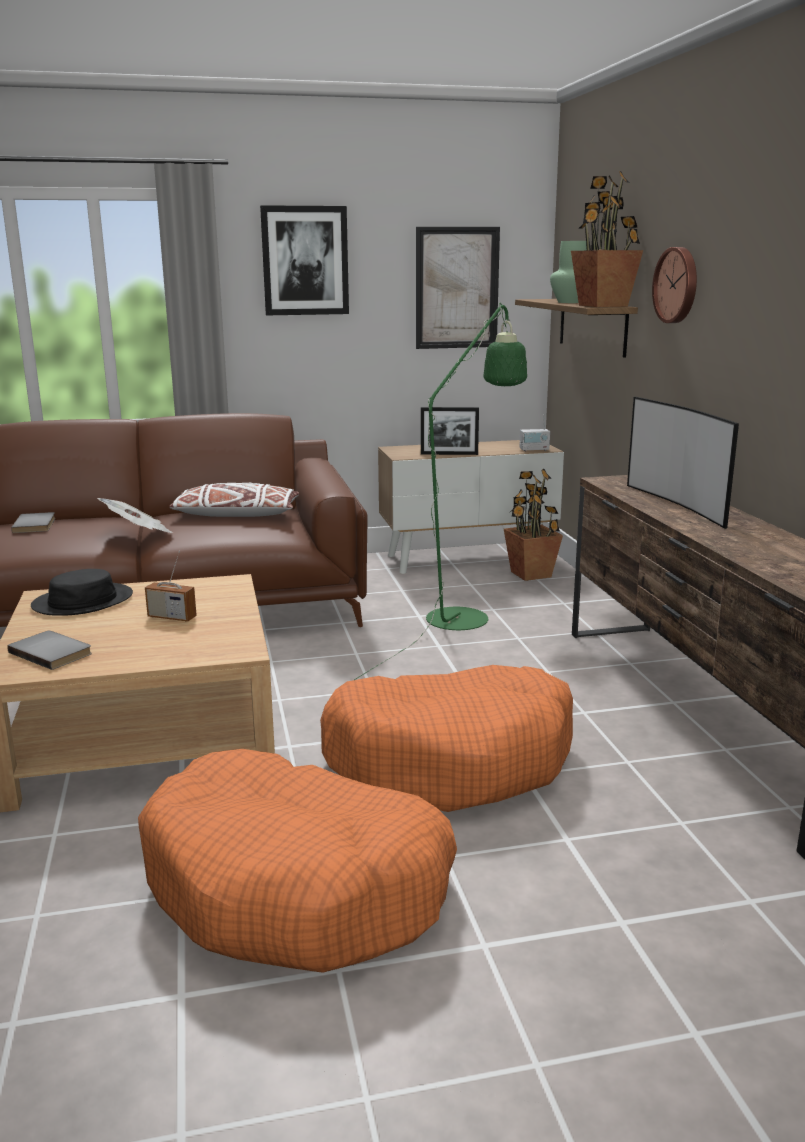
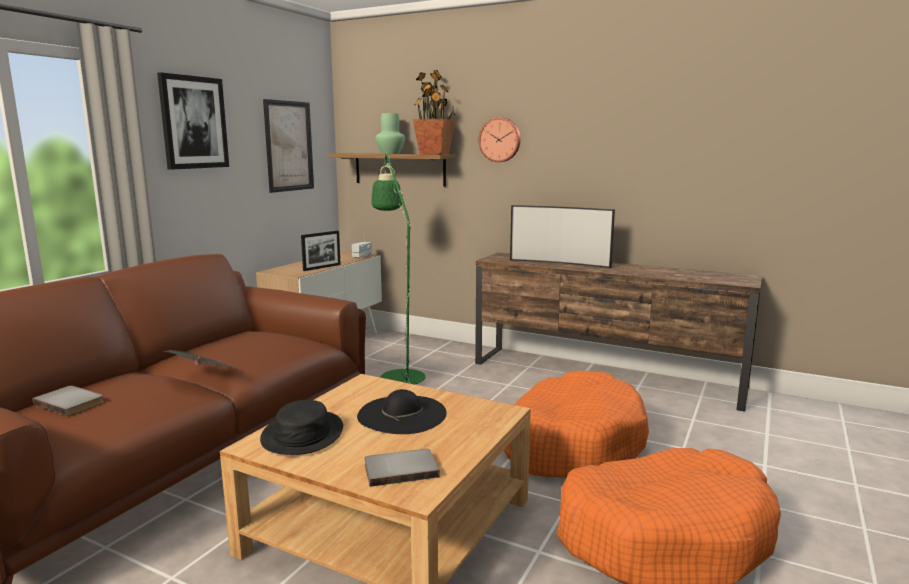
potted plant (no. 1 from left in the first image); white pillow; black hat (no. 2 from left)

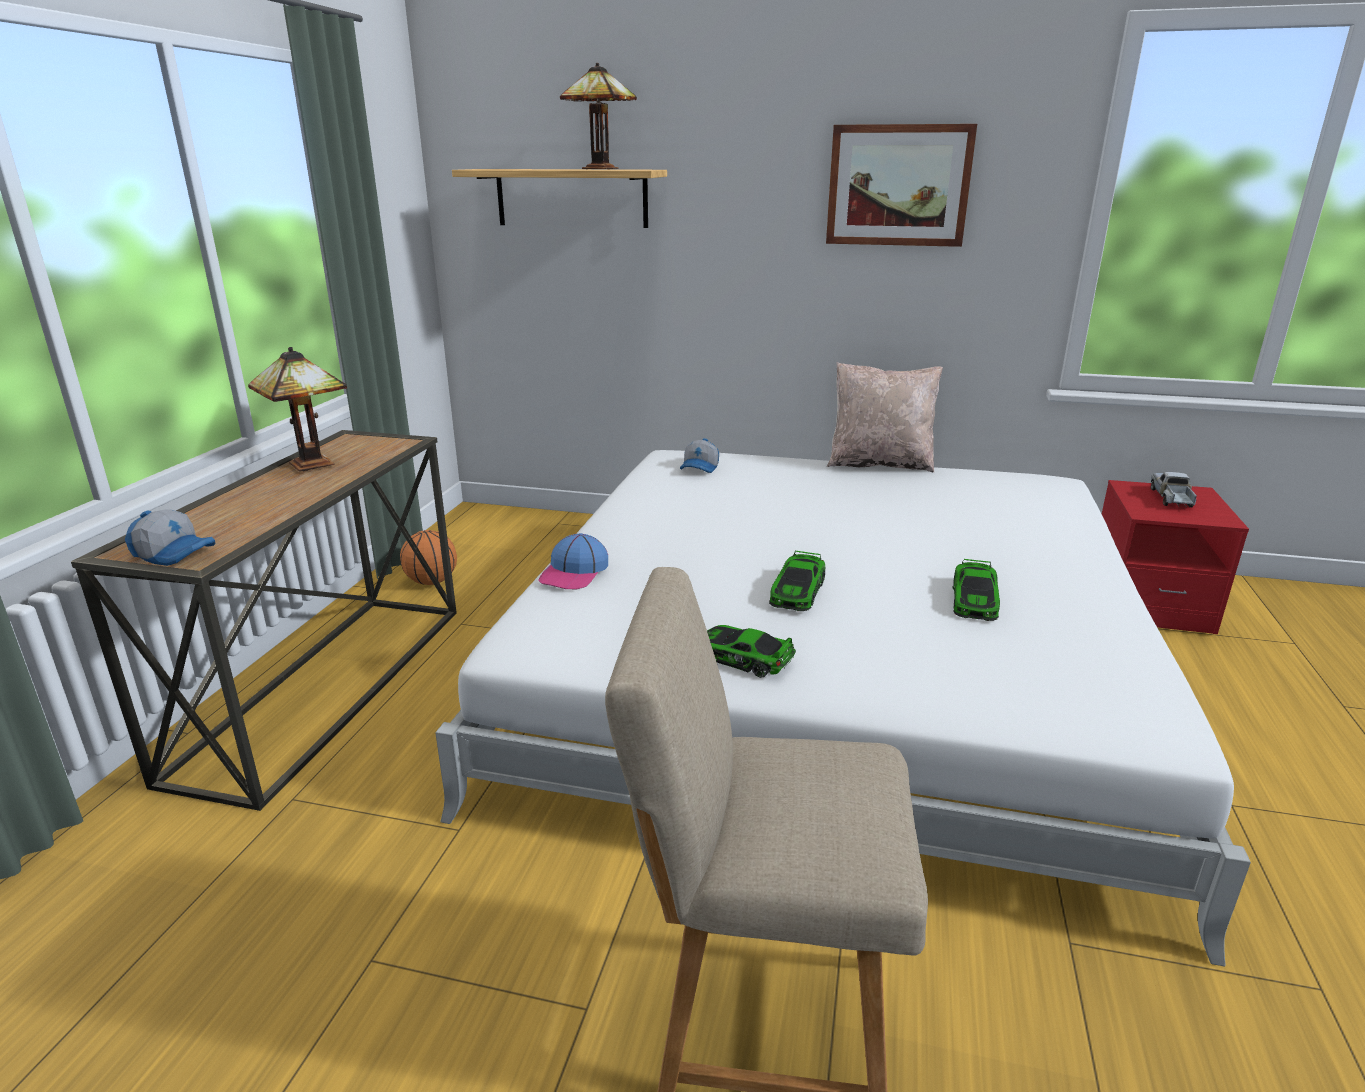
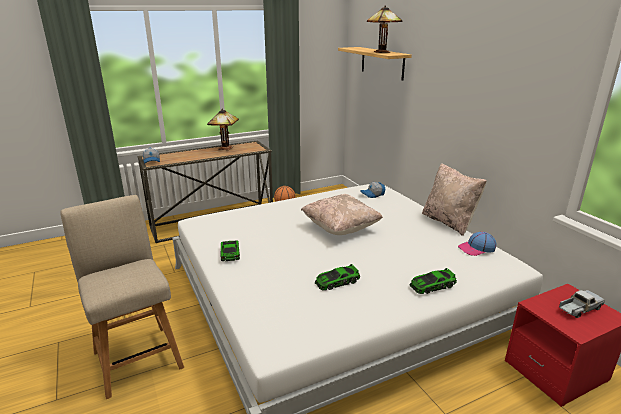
picture; cap (no. 3 from left); toy car (no. 3 from left); beige pillow (no. 1 from left)

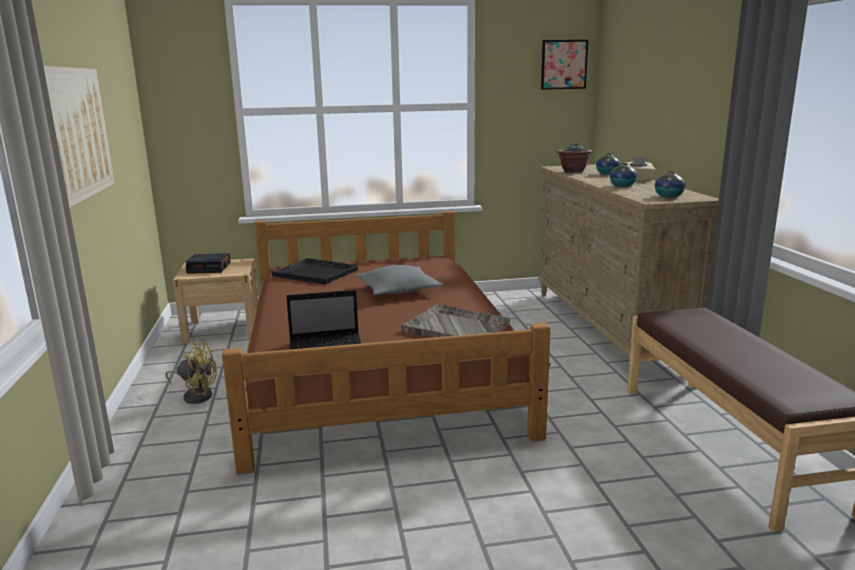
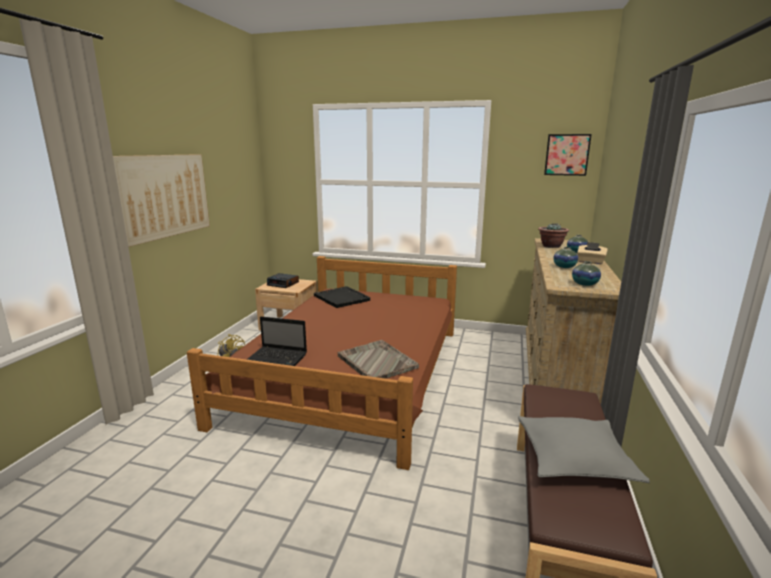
grey pillow

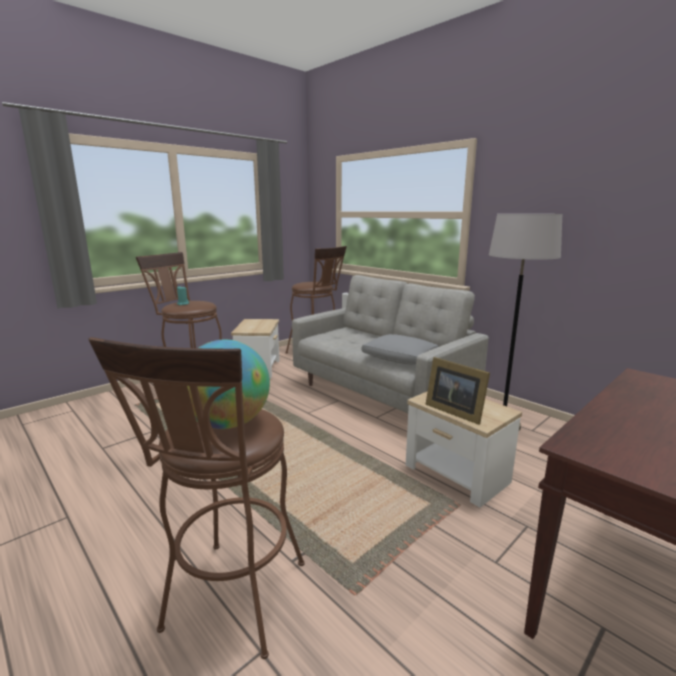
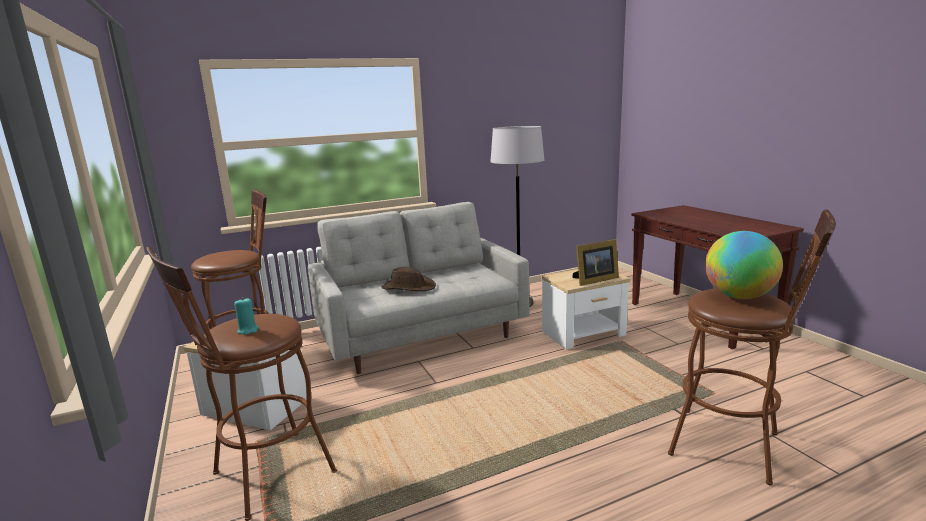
grey pillow; brown hat

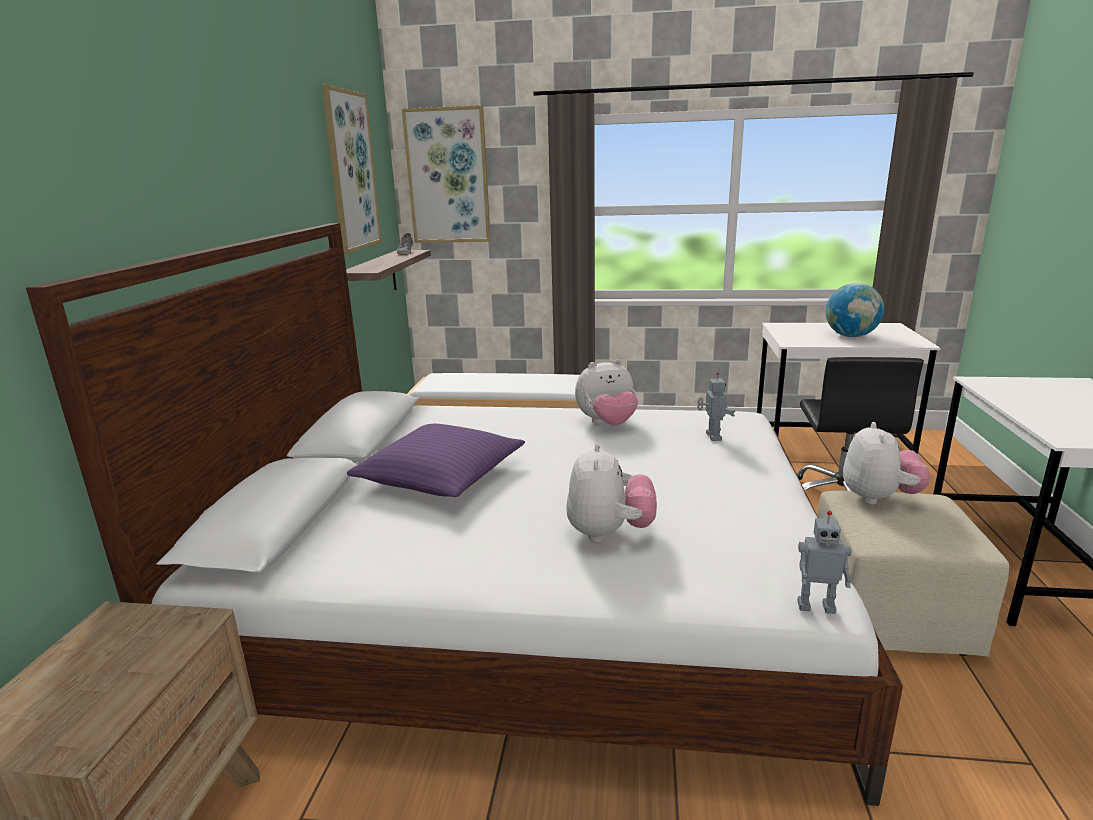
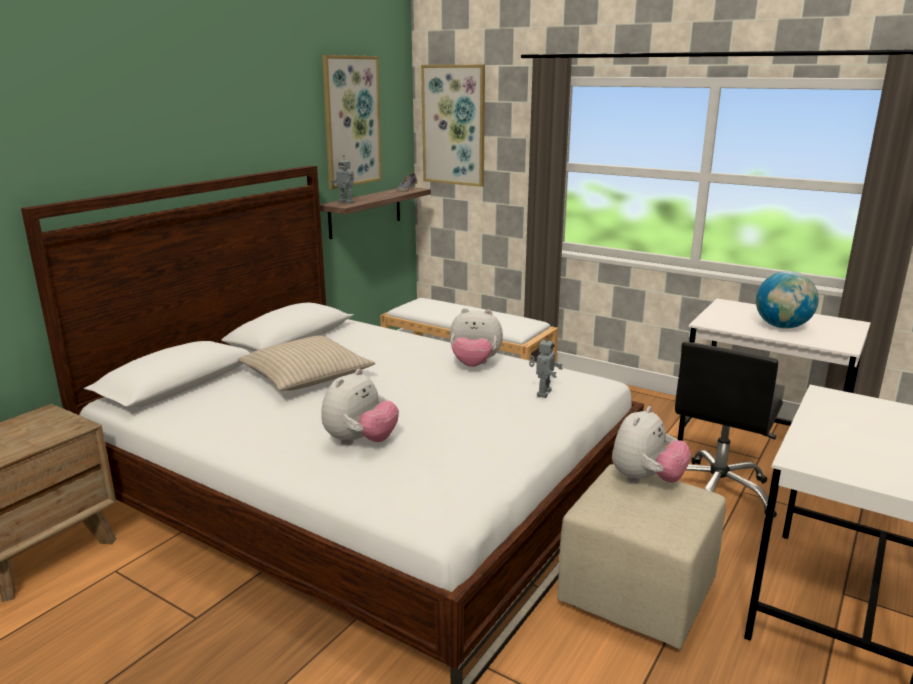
beige pillow; toy robot (no. 1 from left)

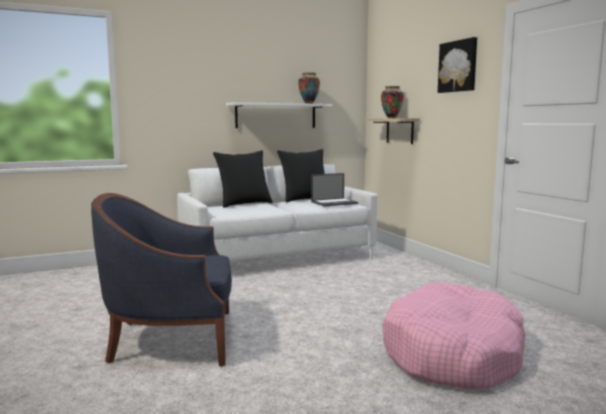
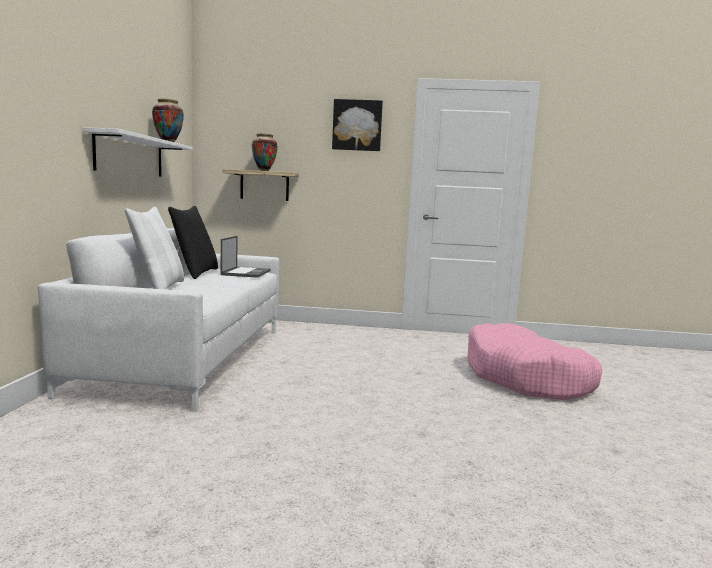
white pillow; blue armchair

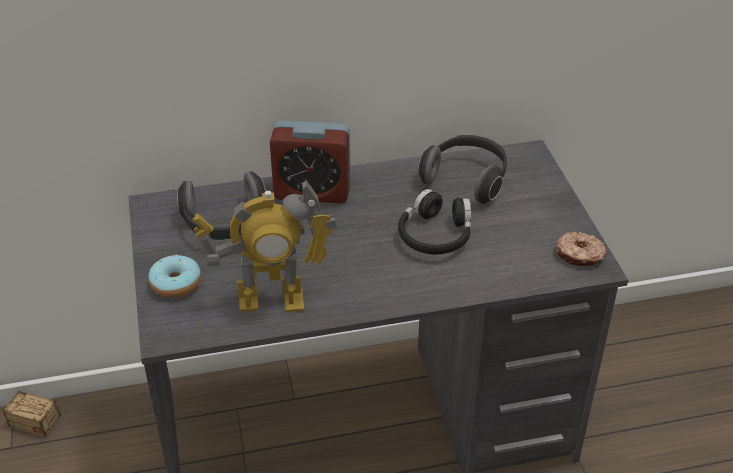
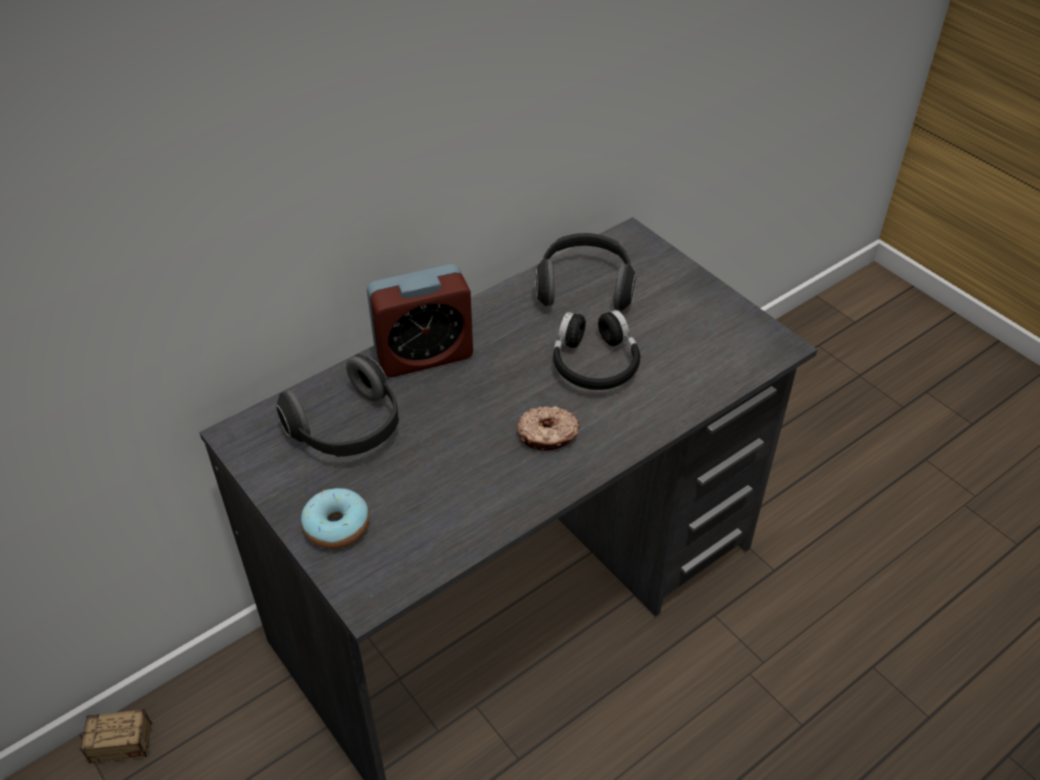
toy robot; donut (no. 2 from left)

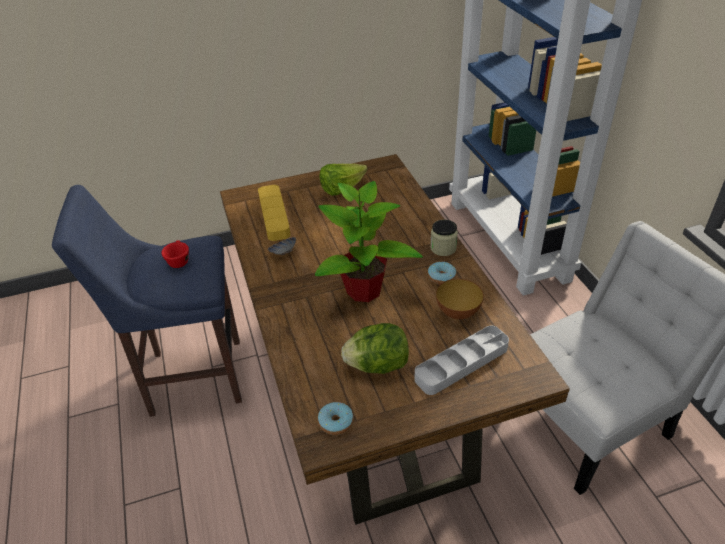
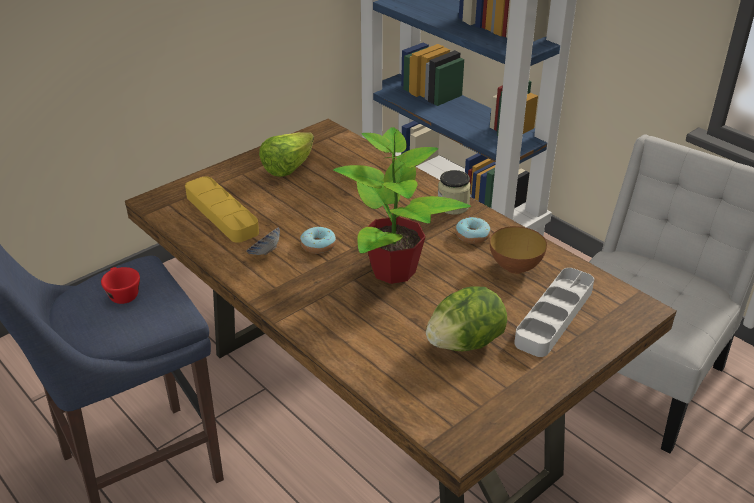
donut (no. 1 from left)

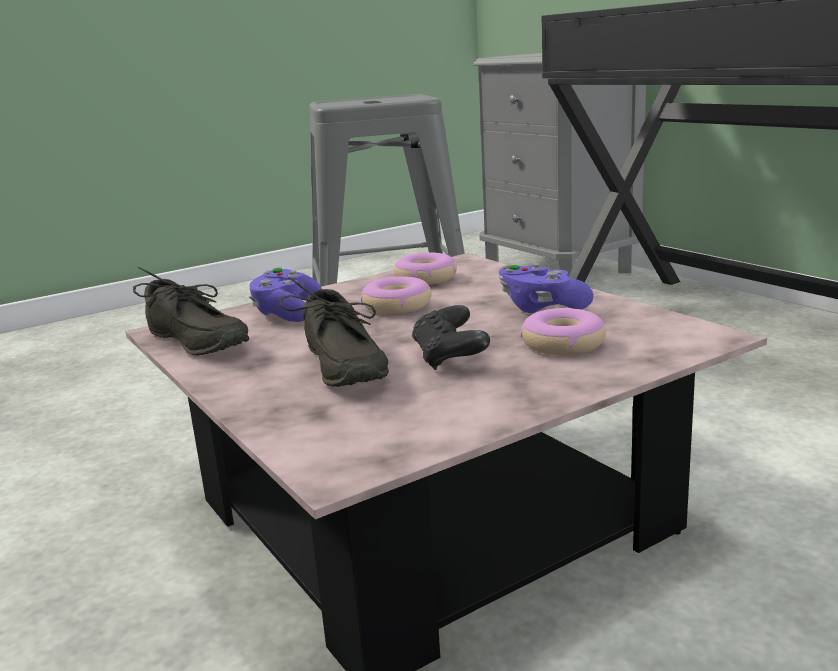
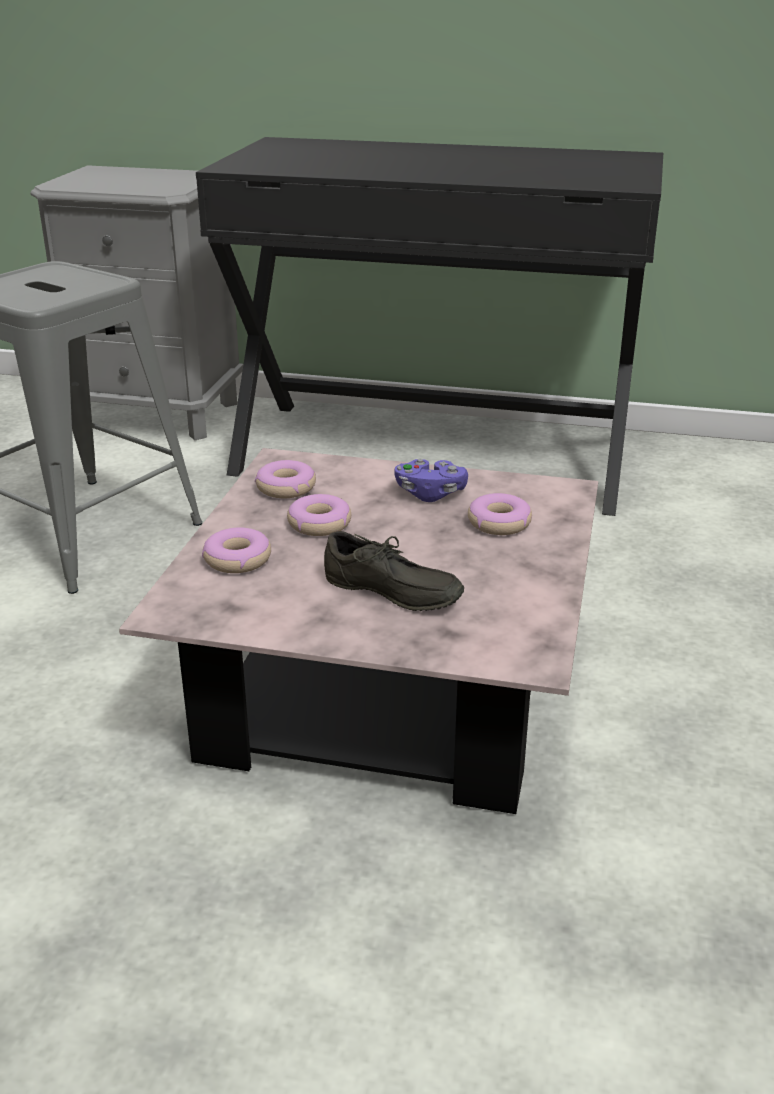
grey shoe (no. 1 from left in the first image); donut (no. 1 from left); black game controller

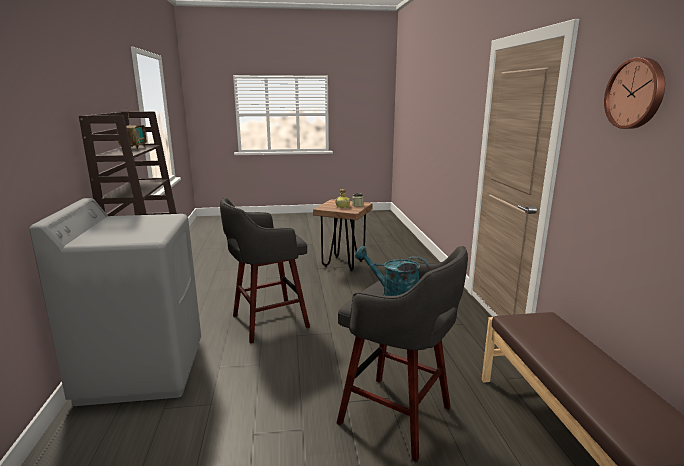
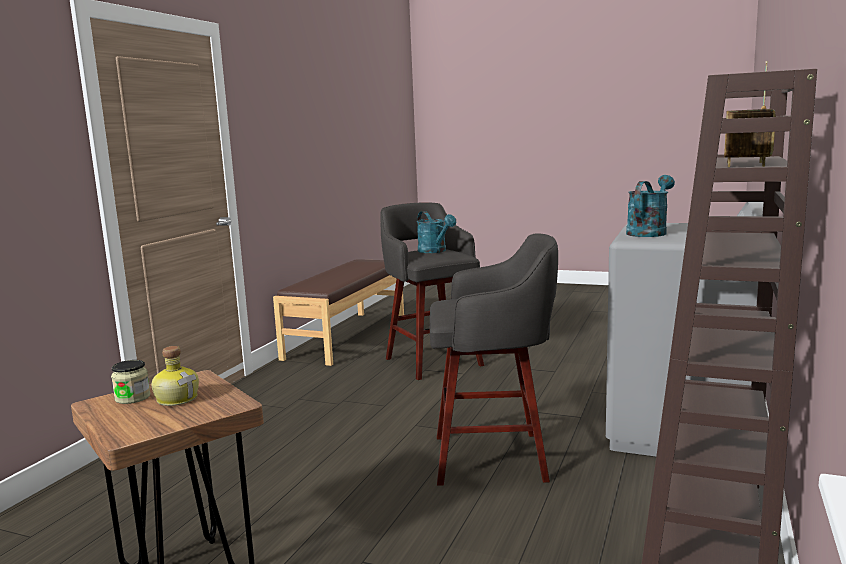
wall clock; turquoise watering can (no. 2 from left)

